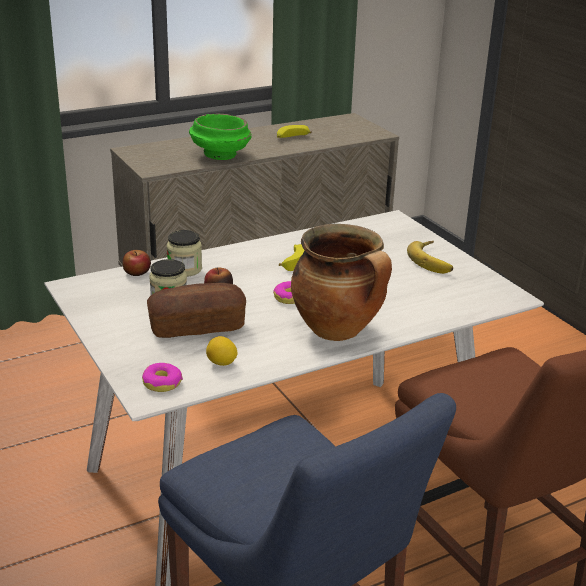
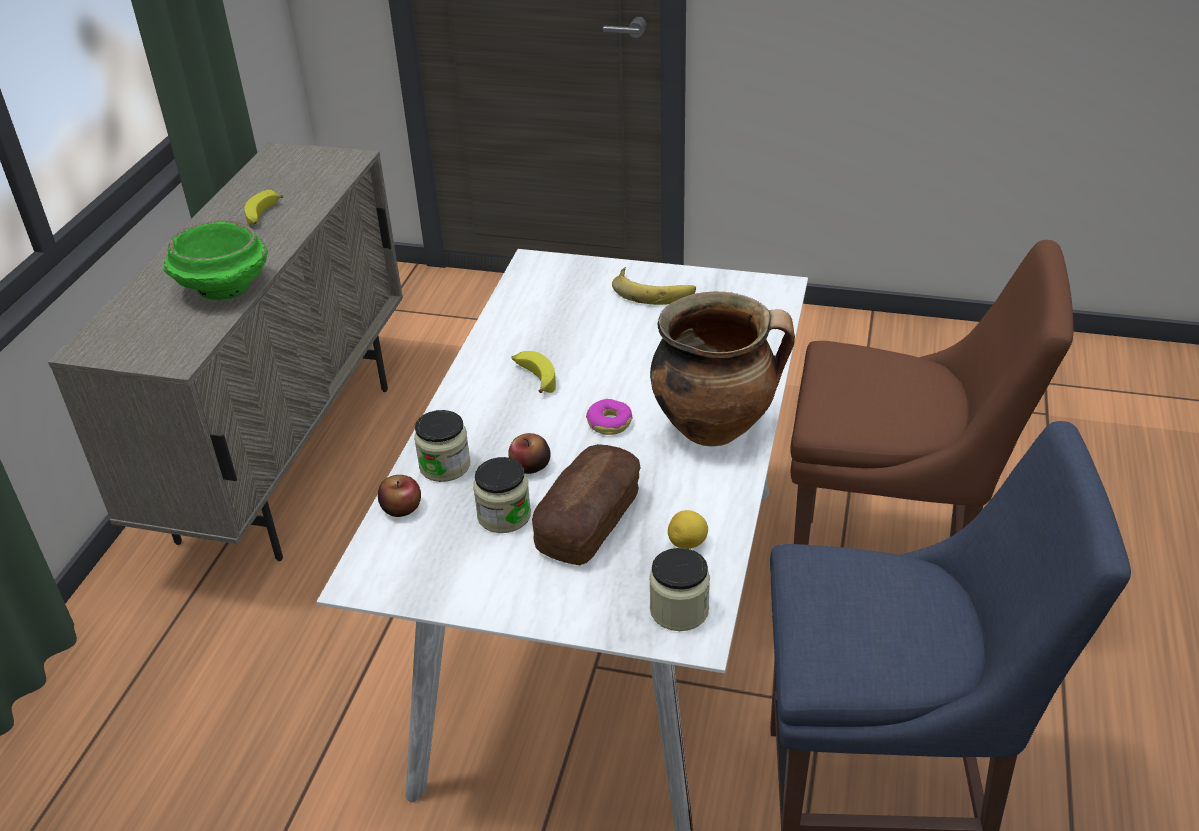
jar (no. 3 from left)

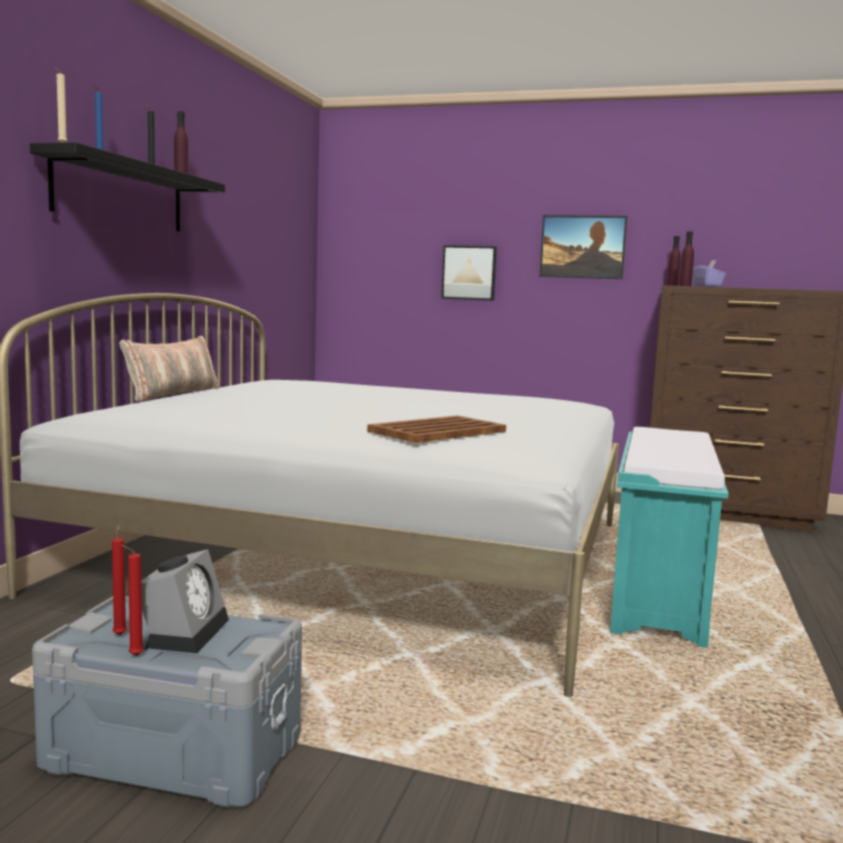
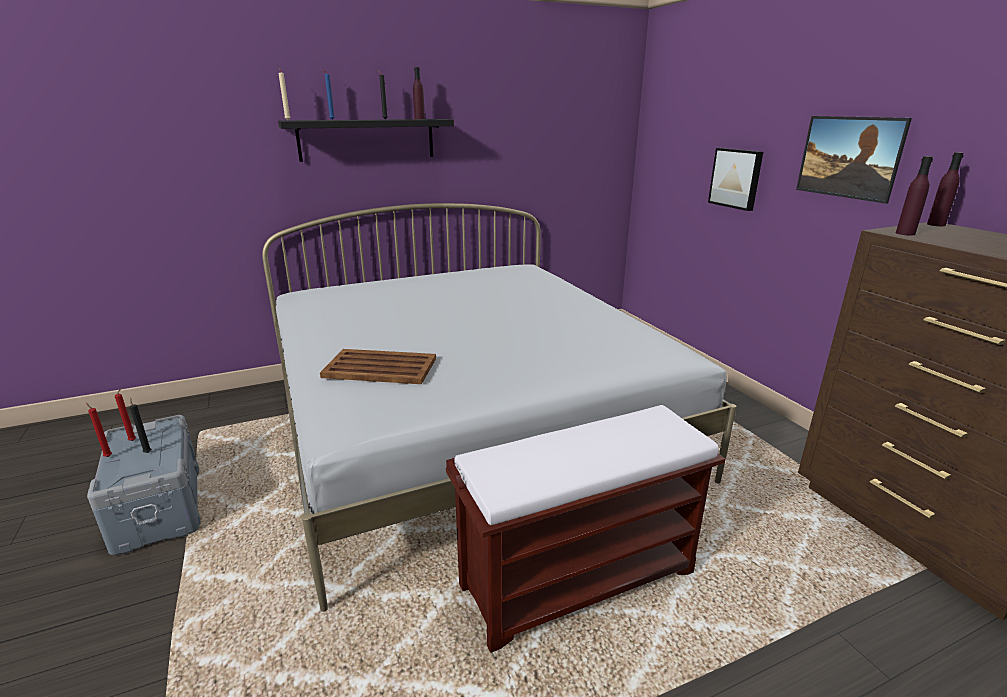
purple tissue box; pillow; brown bench; black candle (no. 1 from left)

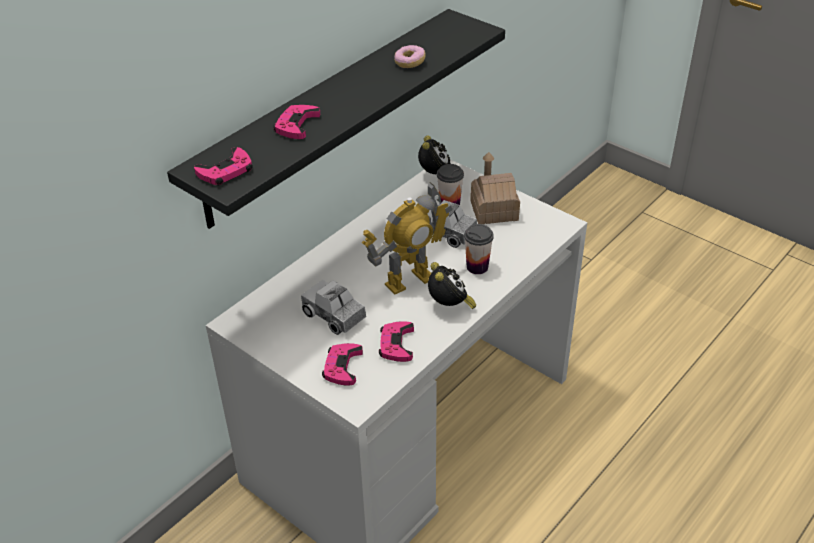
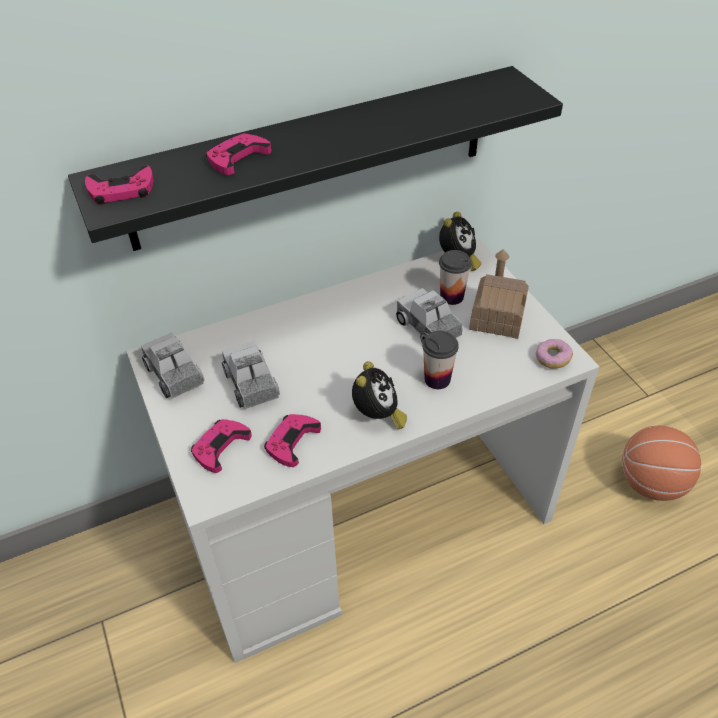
donut; toy robot; toy truck (no. 1 from left); basketball

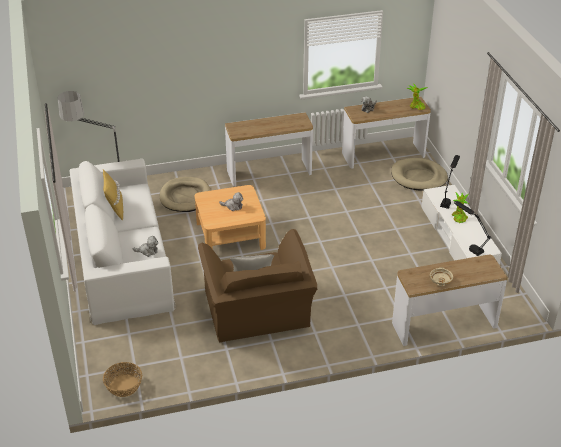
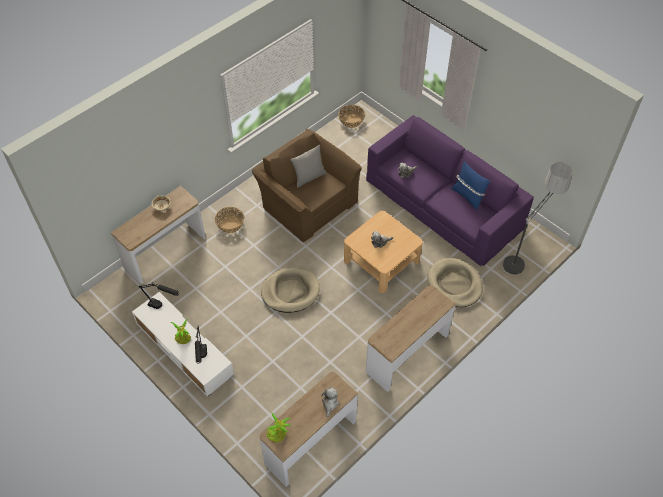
beige dog bed (no. 1 from left); purple sofa; blue pillow; basket (no. 1 from left)

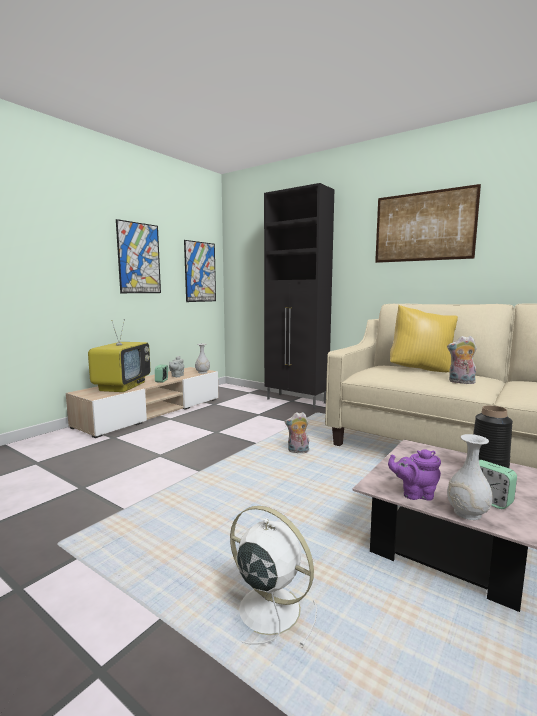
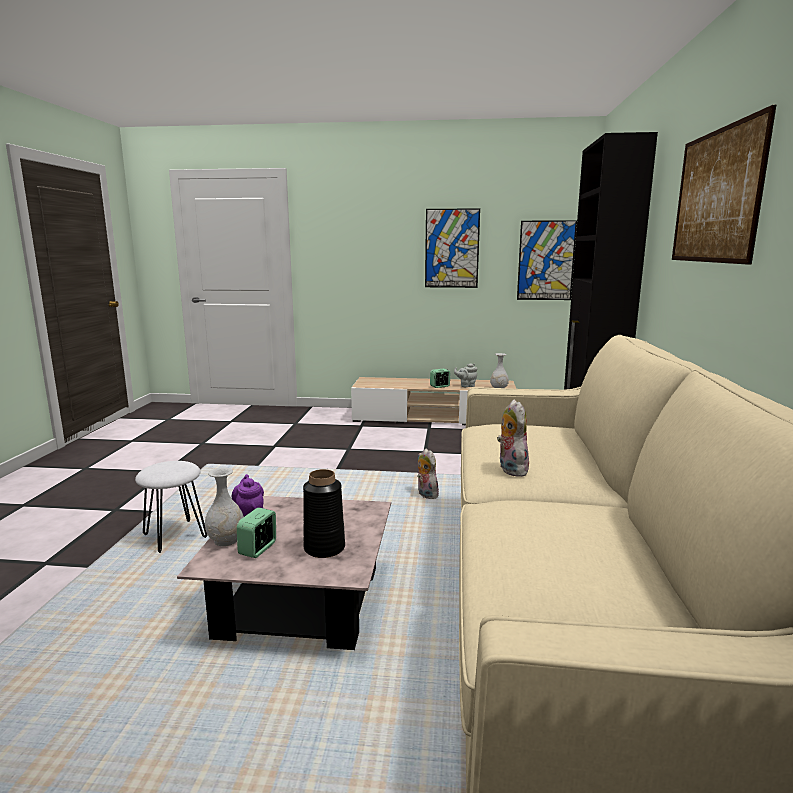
yellow pillow; television; white stool

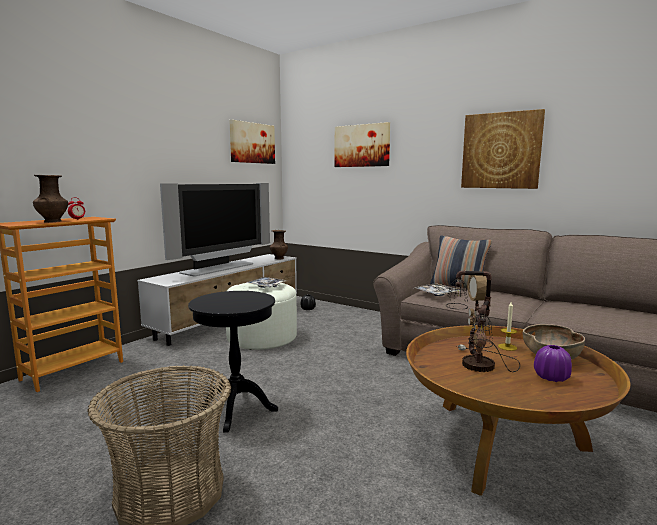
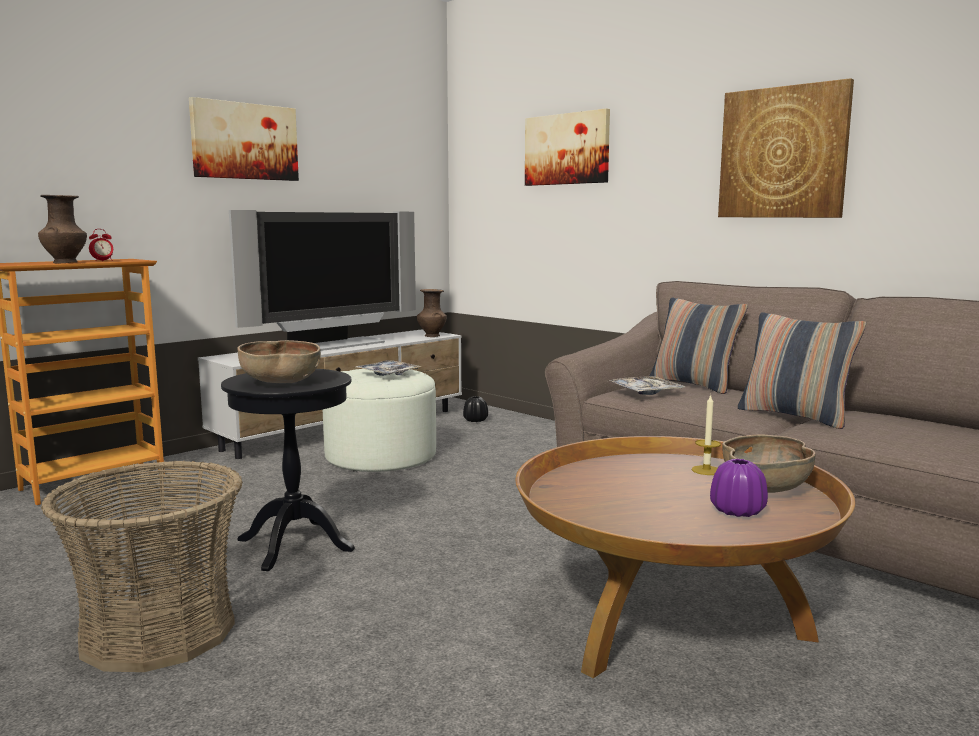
picture (no. 1 from left); table lamp; pillow (no. 2 from left); brown bowl (no. 1 from left)

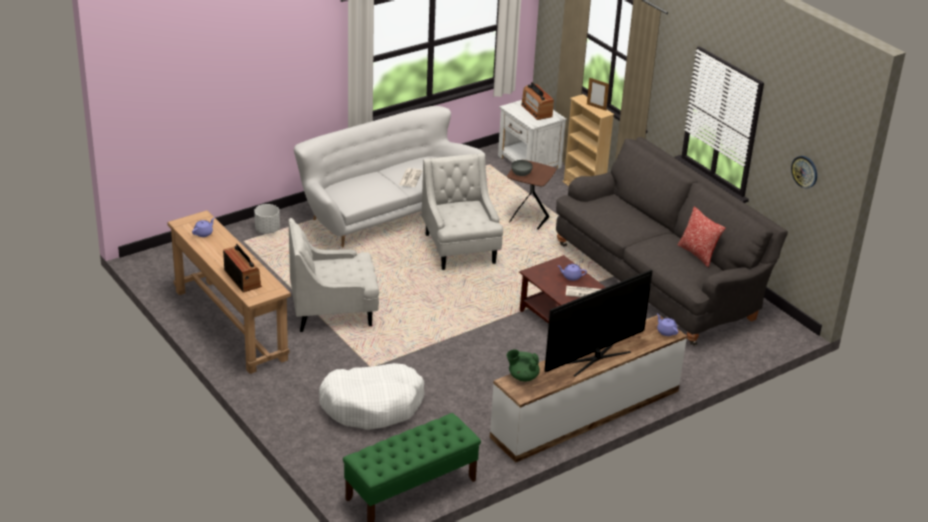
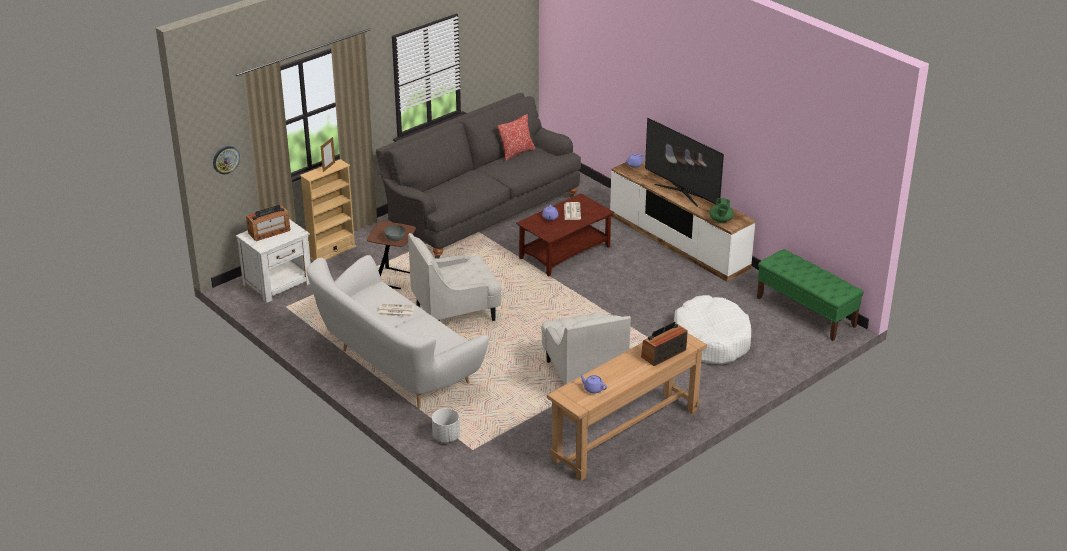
wall clock

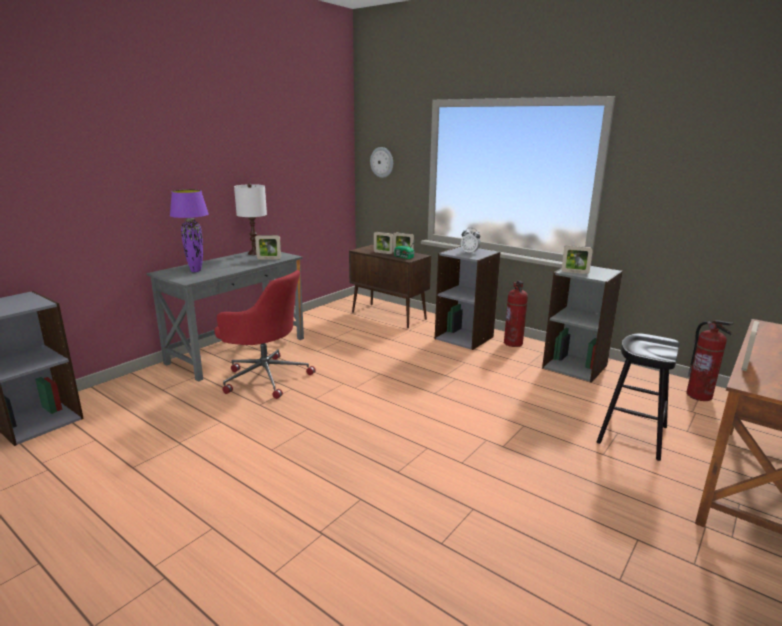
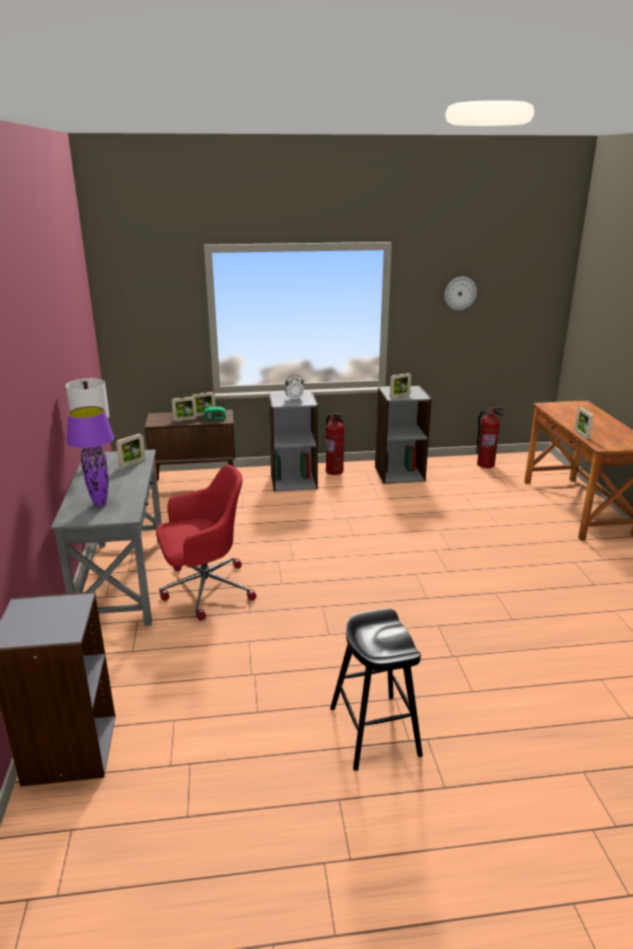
wall clock; black stool

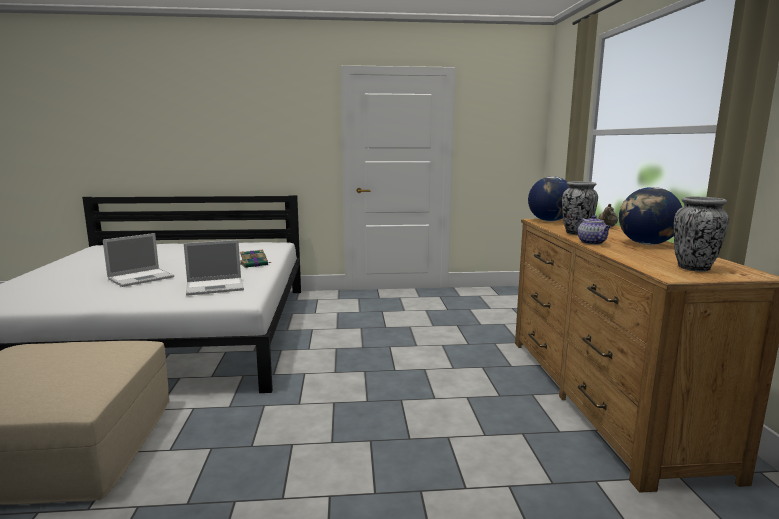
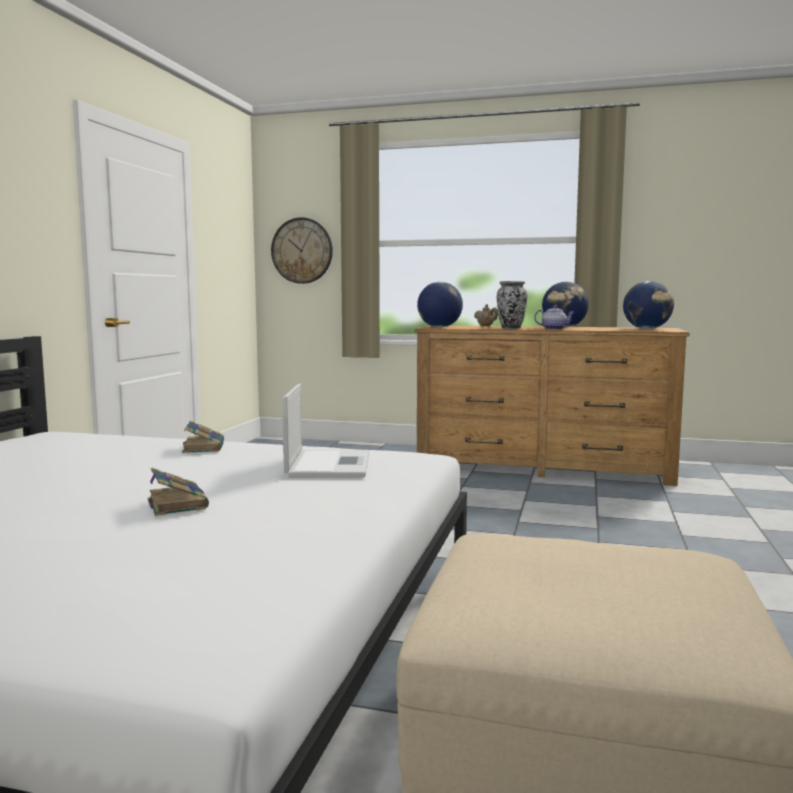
globe (no. 3 from left); book (no. 1 from left); wall clock

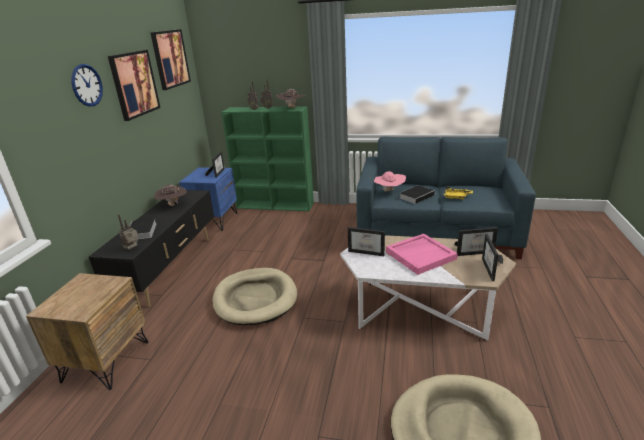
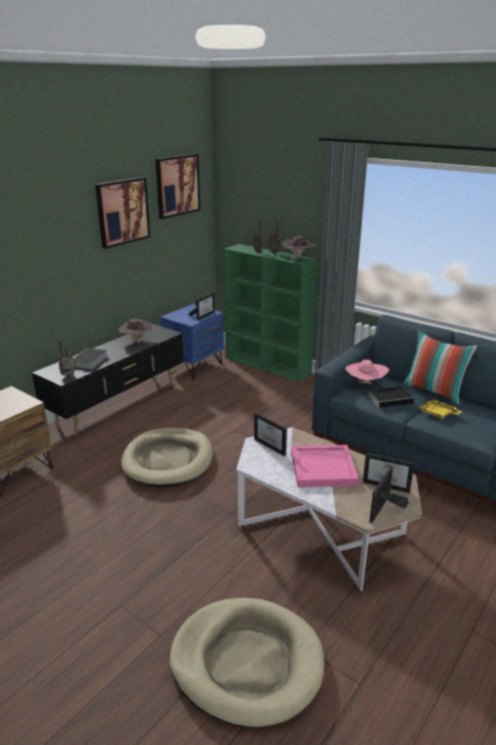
wall clock; pillow

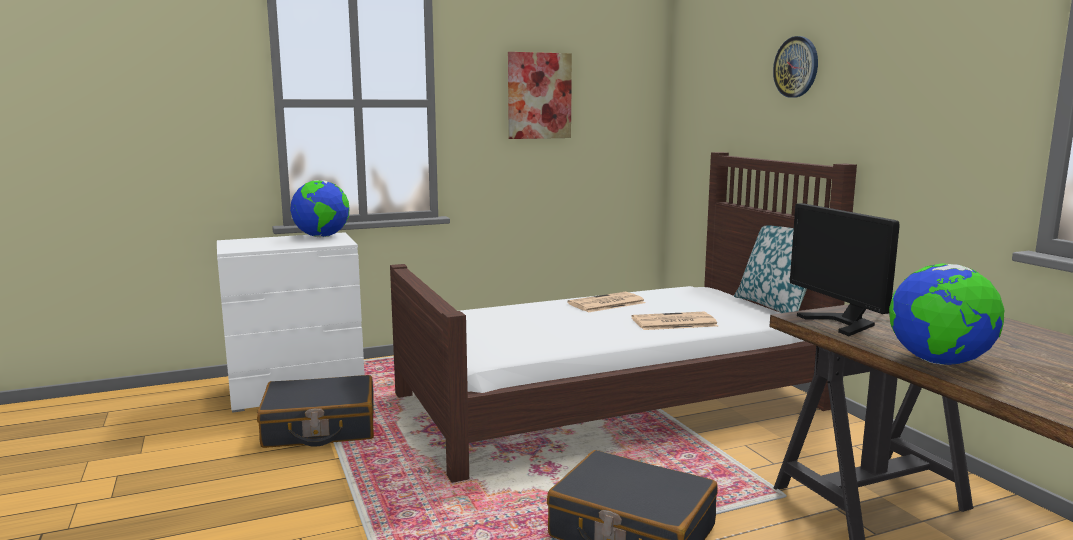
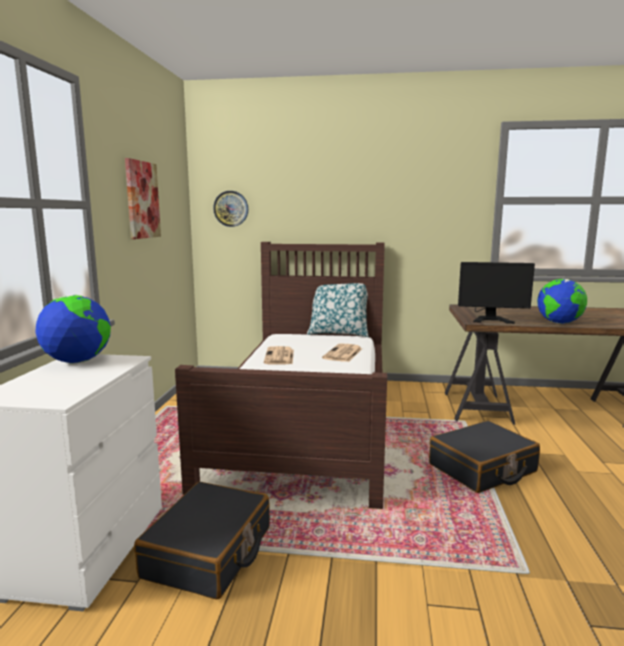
wall clock

